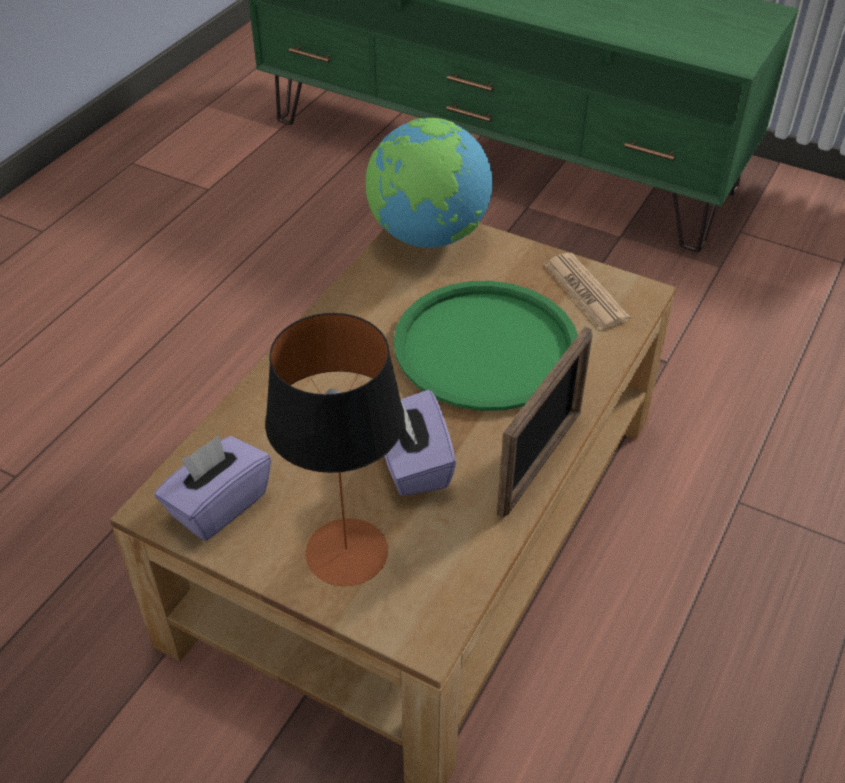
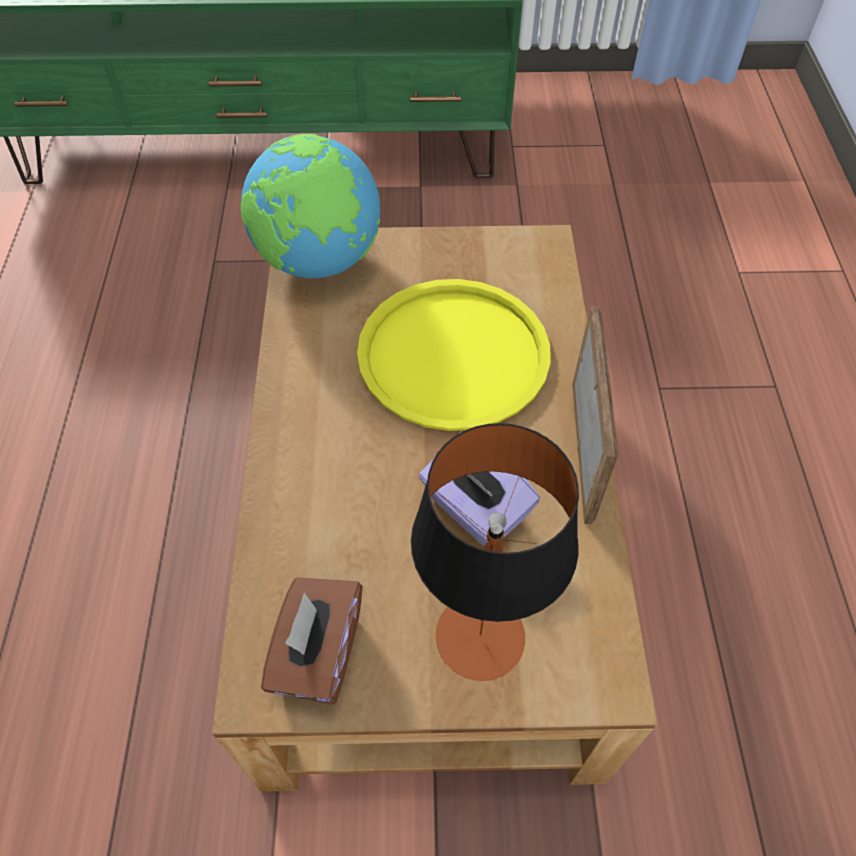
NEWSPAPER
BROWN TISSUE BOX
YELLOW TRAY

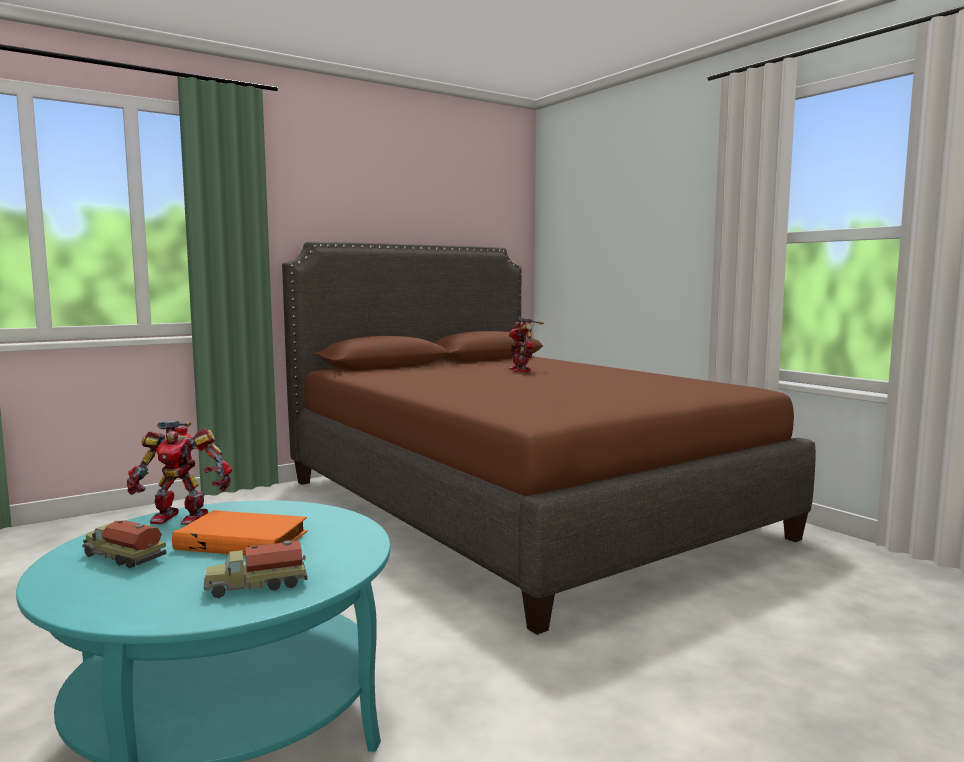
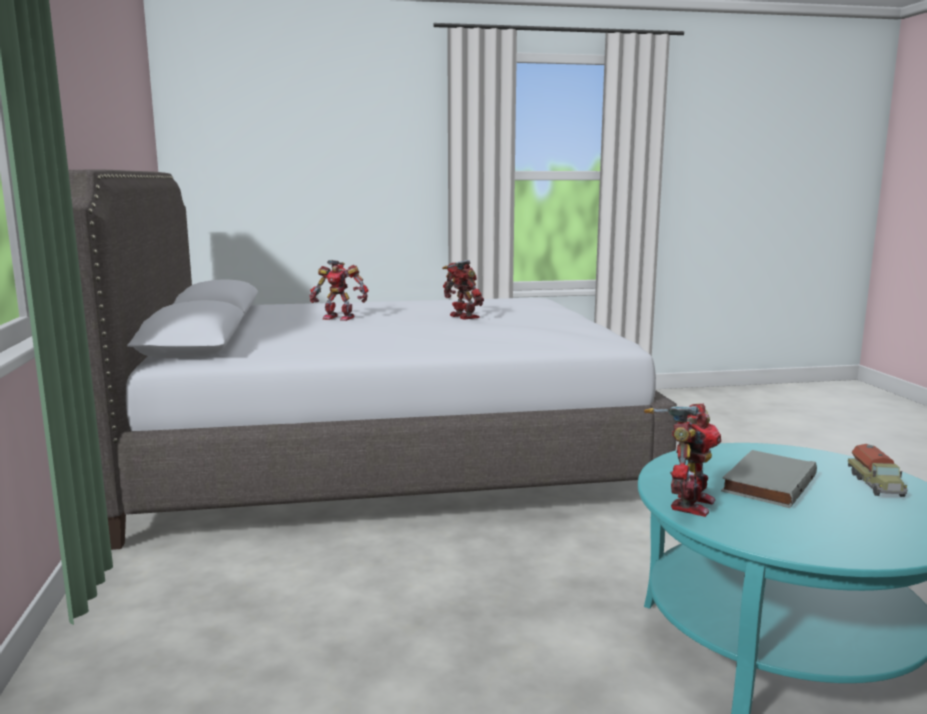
TOY TRUCK (no. 1 from left in the first image)
TOY ROBOT (no. 2 from left)
GREY BOOK
GREY BED

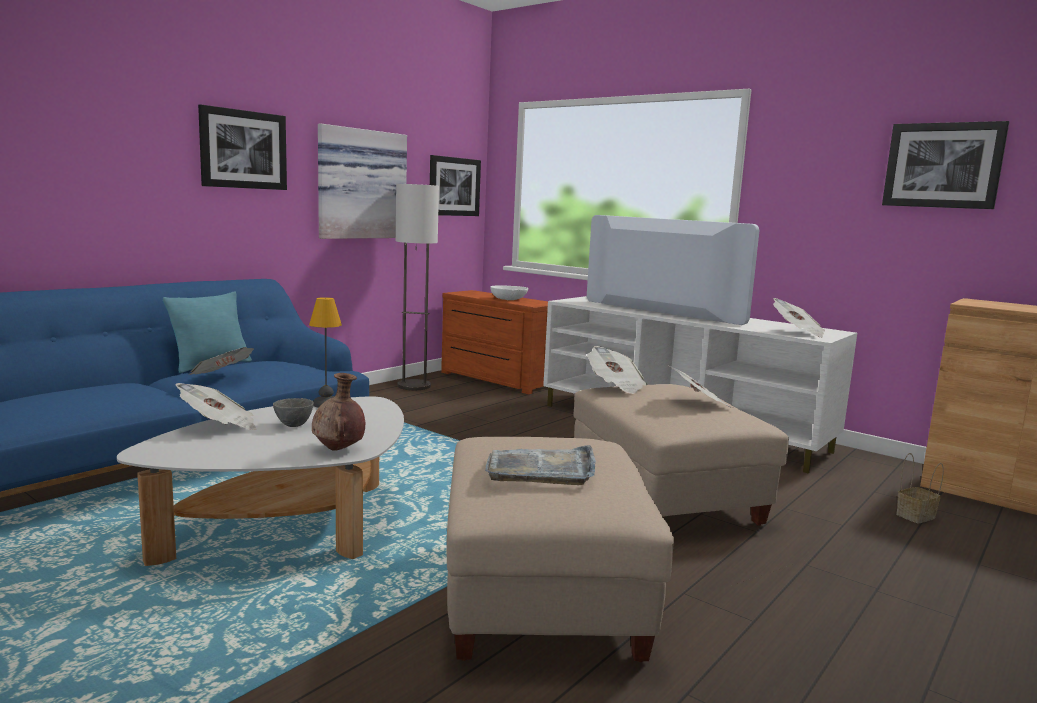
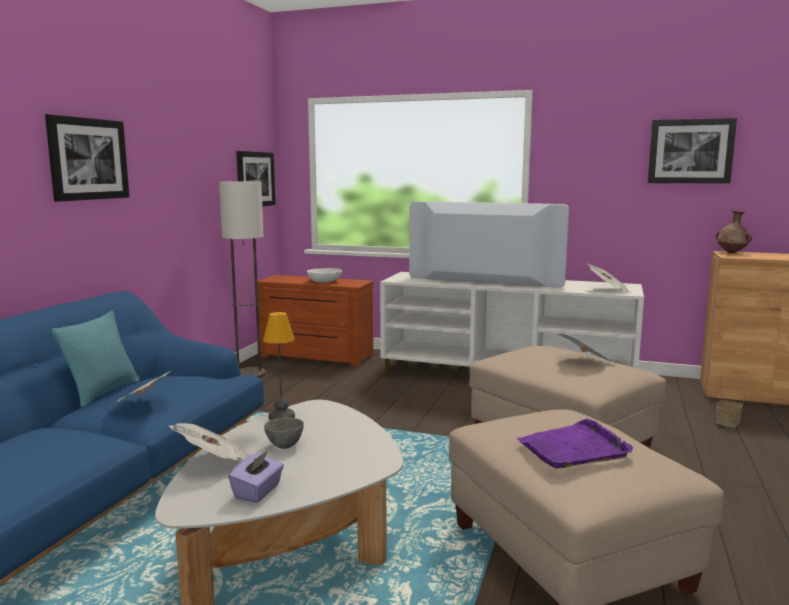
PICTURE (no. 2 from left in the first image)
NEWSPAPER (no. 3 from left in the first image)
PURPLE TISSUE BOX
BROWN VASE
PURPLE TRAY

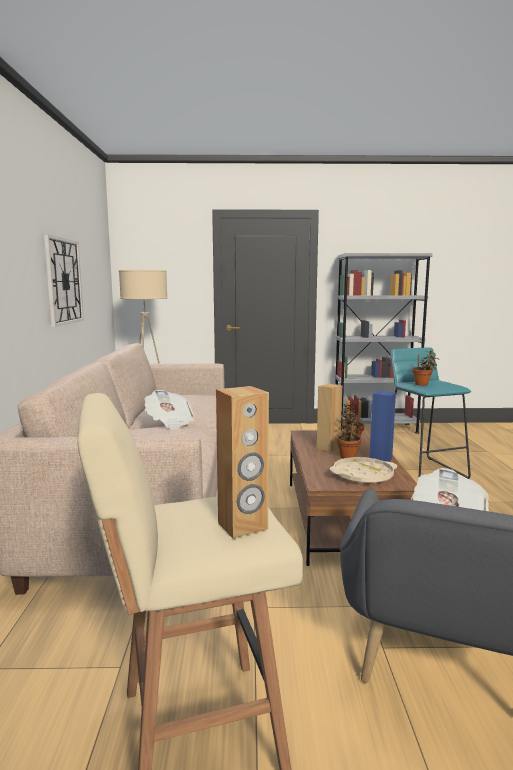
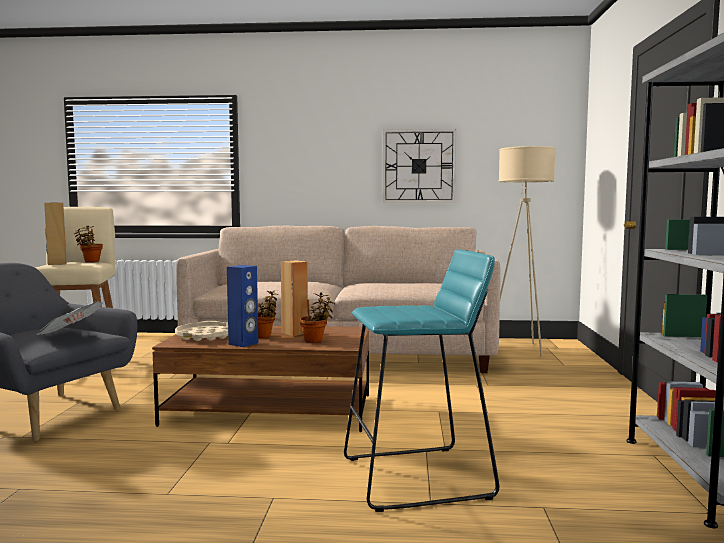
NEWSPAPER (no. 1 from left in the first image)
POTTED PLANT (no. 1 from left)

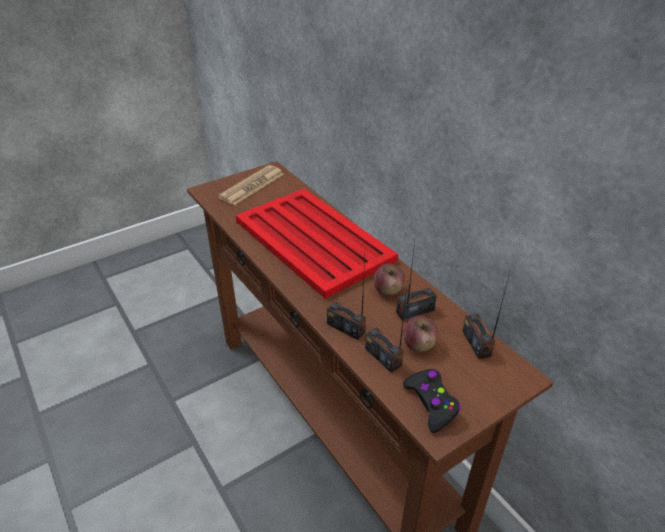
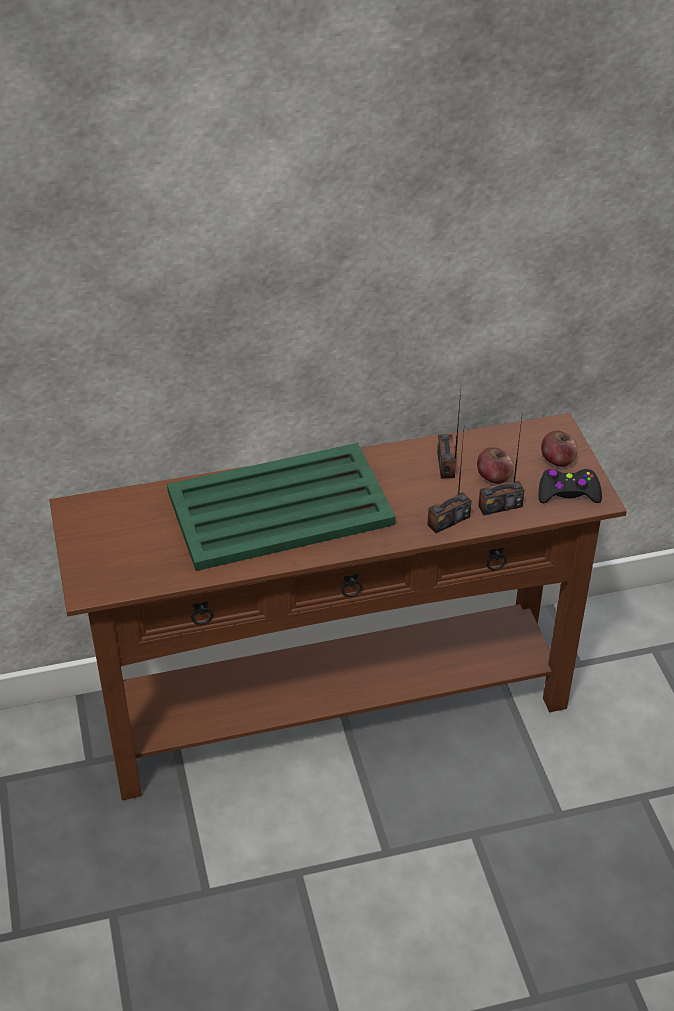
NEWSPAPER
RADIO (no. 4 from left in the first image)
APPLE (no. 2 from left)
GREEN TRAY

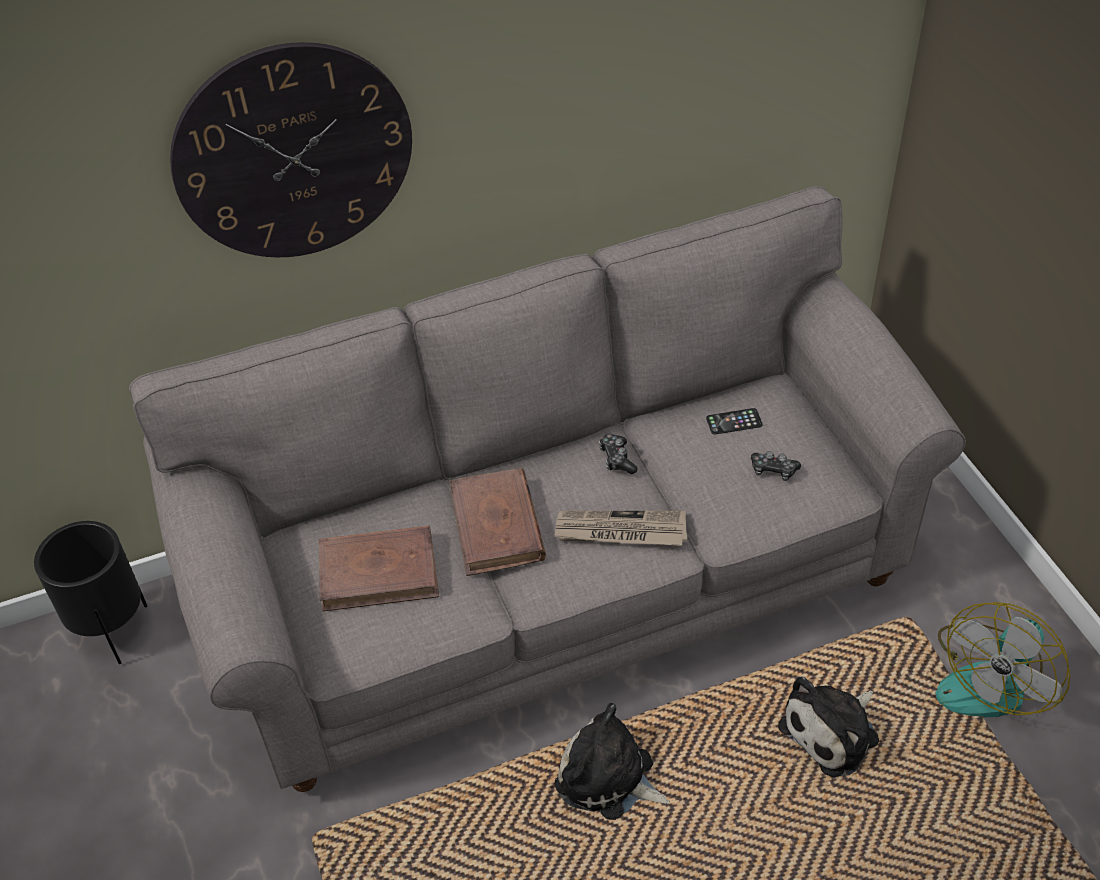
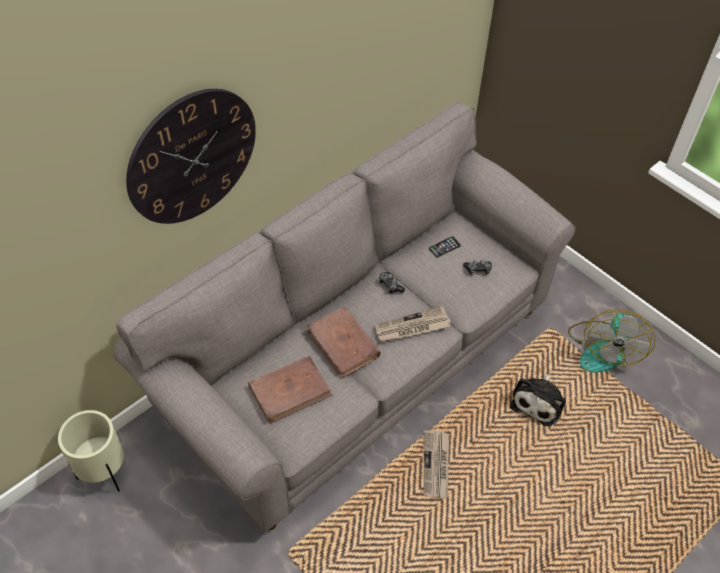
NEWSPAPER (no. 2 from left)
BEIGE PLANTER

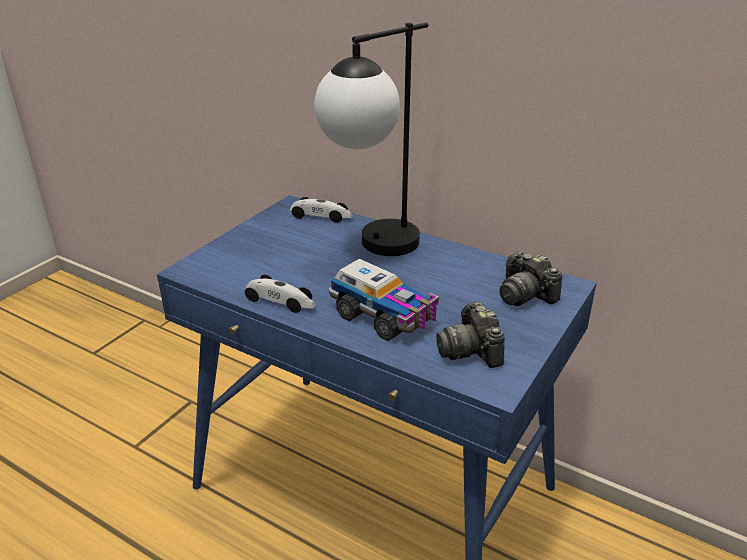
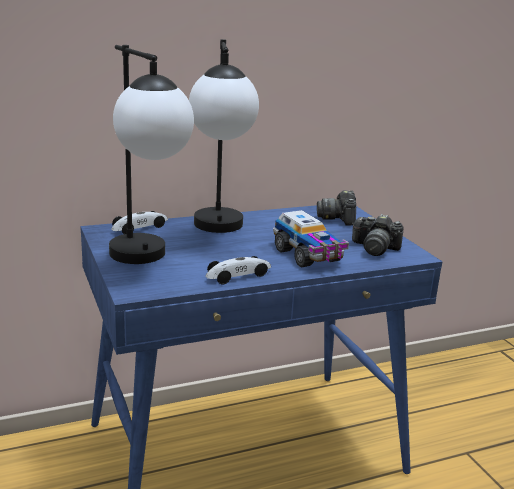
TABLE LAMP (no. 1 from left)
TOY TRUCK
PHOTO CAMERA (no. 1 from left)

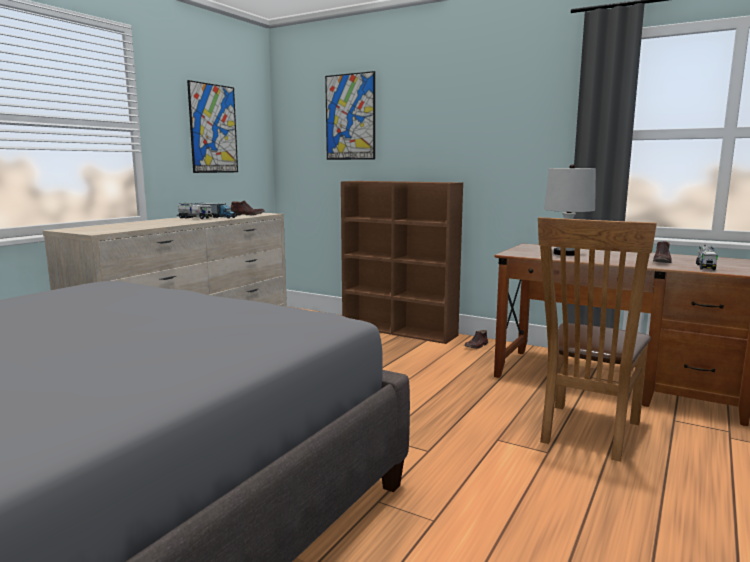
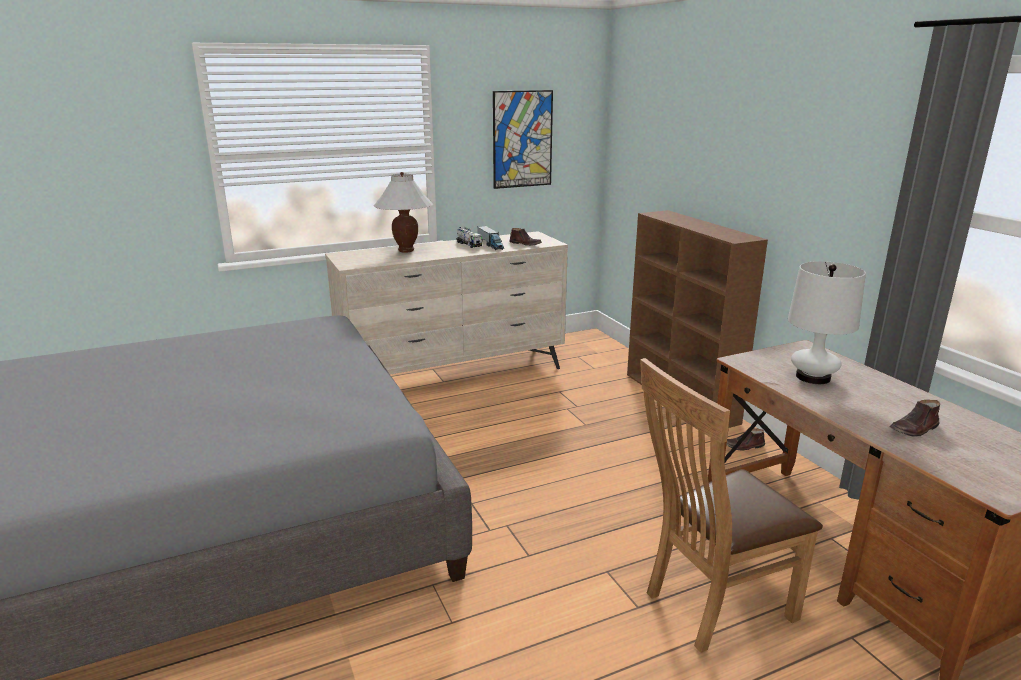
PICTURE (no. 2 from left in the first image)
TOY TRUCK (no. 3 from left in the first image)
WHITE TABLE LAMP (no. 1 from left)

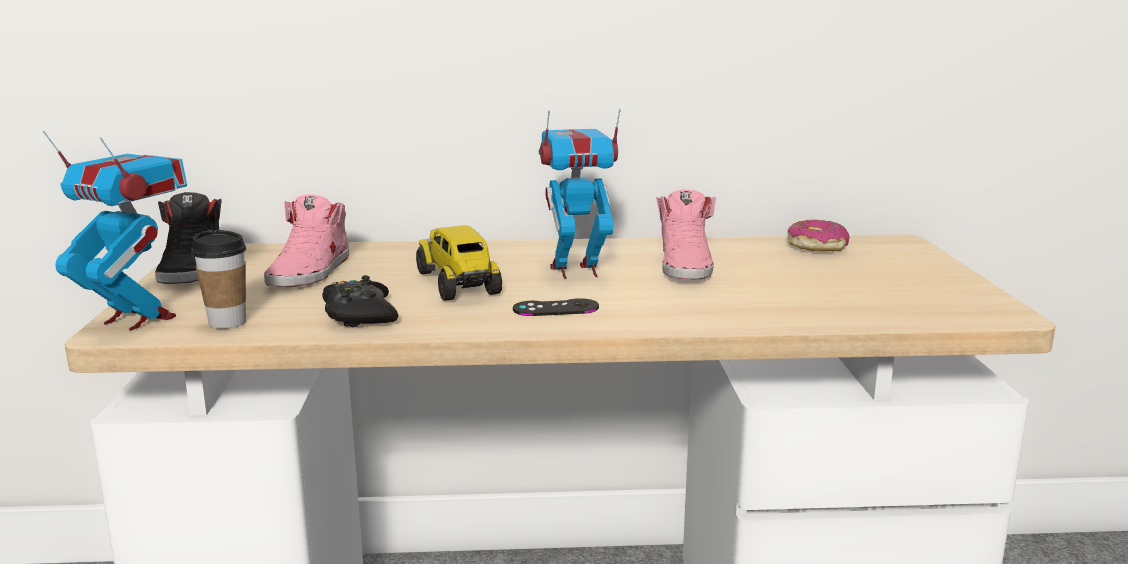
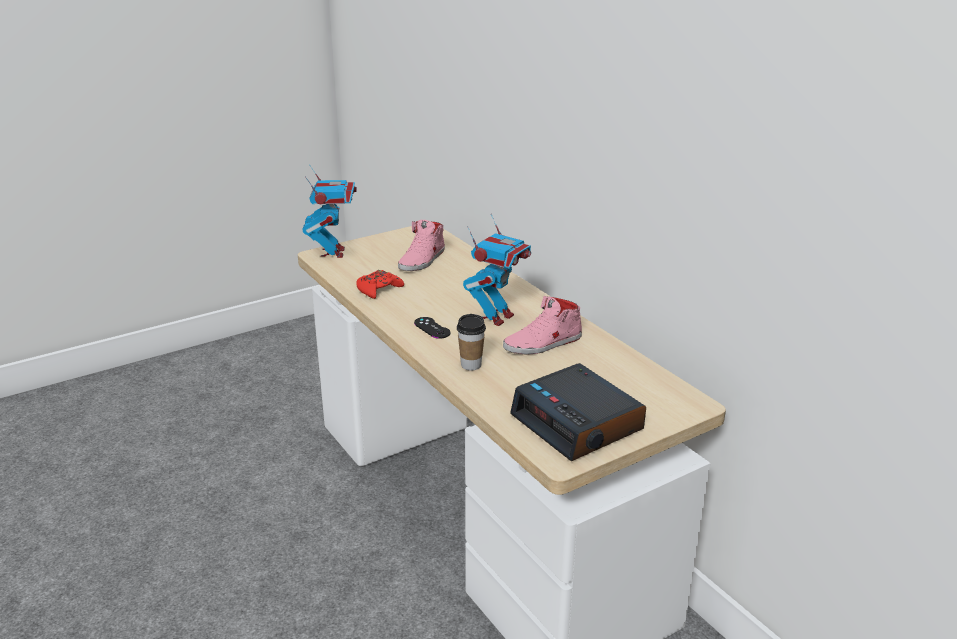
BLACK SHOE
TOY TRUCK
DONUT
ALARM CLOCK
CUP
RED GAME CONTROLLER
PINK SHOE (no. 1 from left)
TOY ROBOT (no. 2 from left)

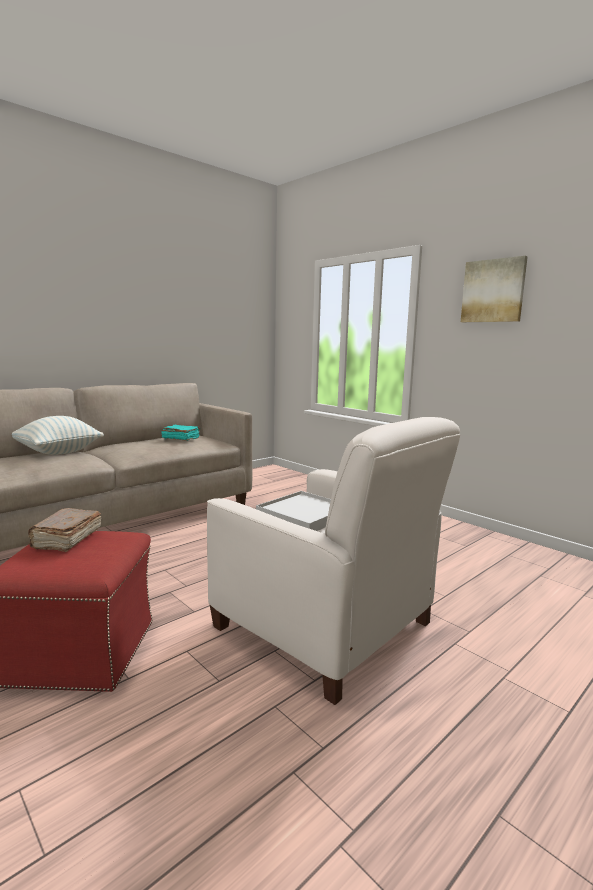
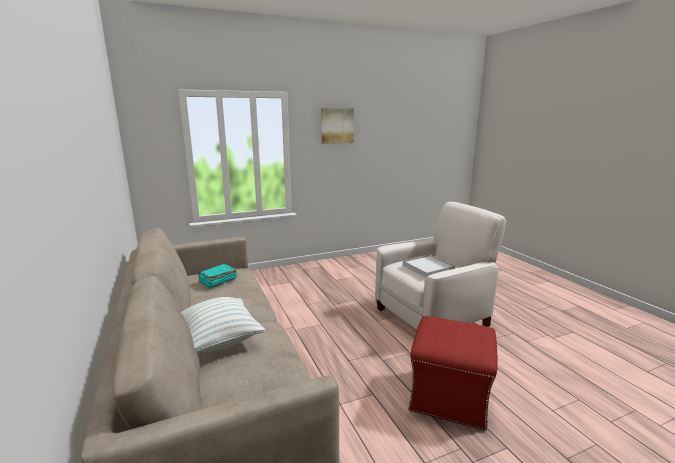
BROWN BOOK

